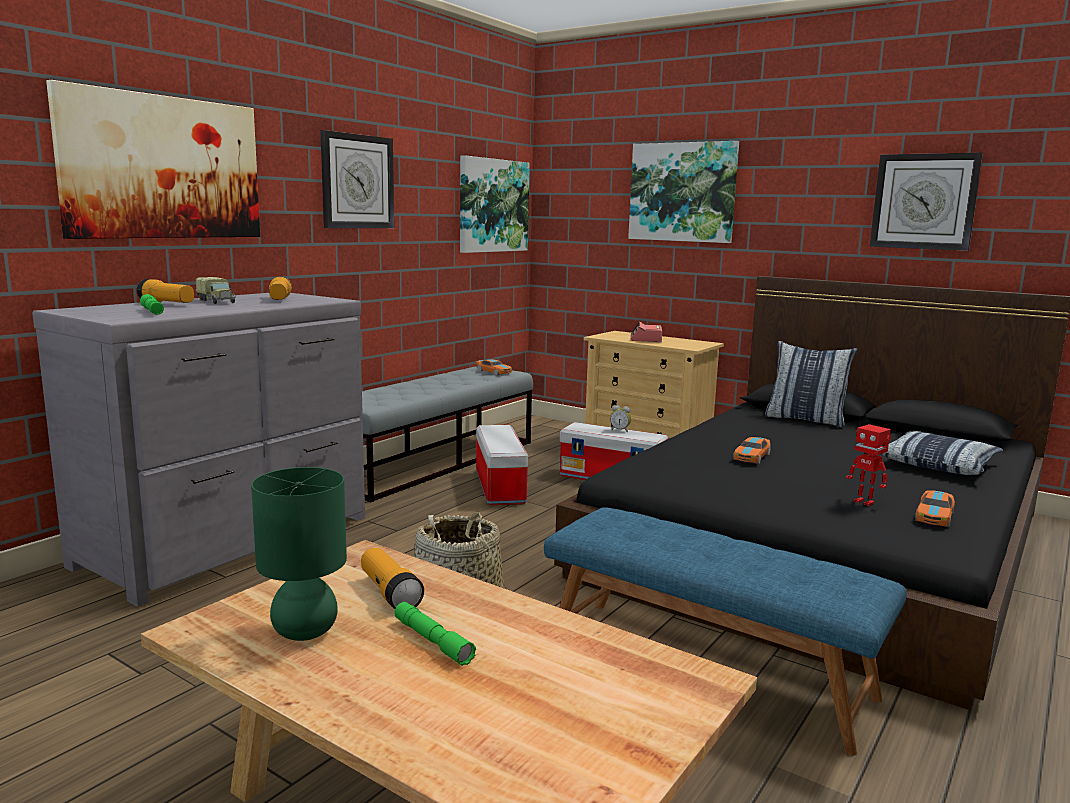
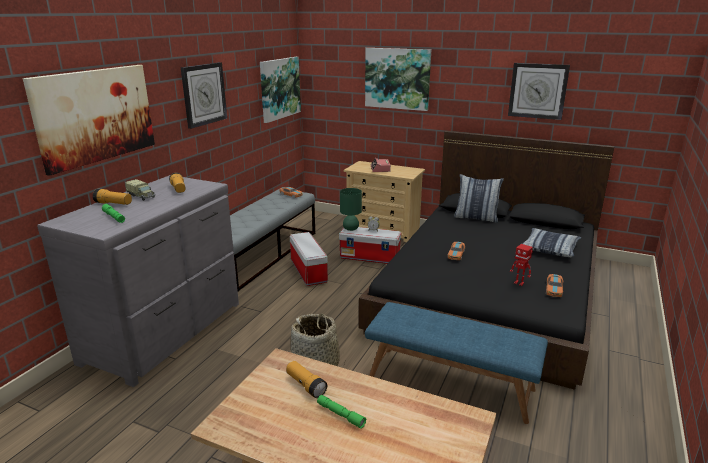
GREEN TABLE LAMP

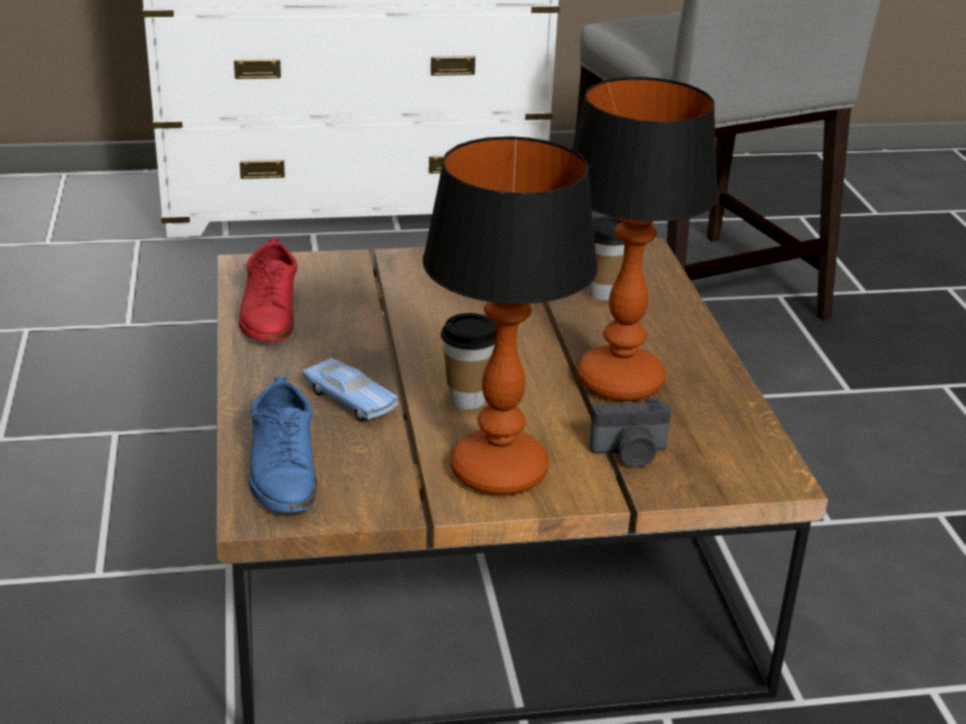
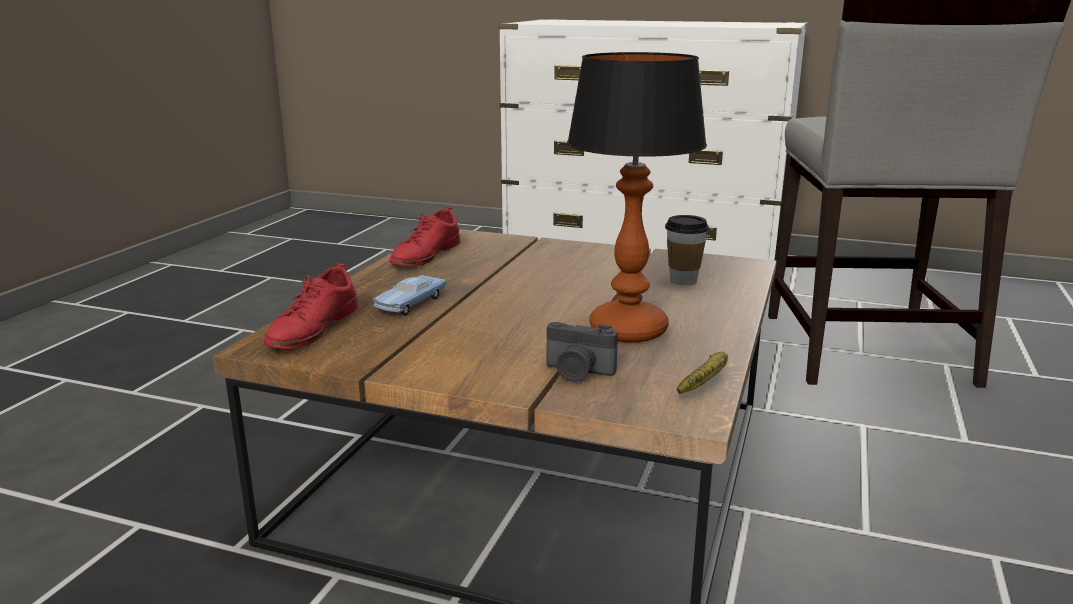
TABLE LAMP (no. 1 from left in the first image)
CUP (no. 1 from left in the first image)
BANANA
RED SHOE (no. 1 from left)
BLUE TOY CAR

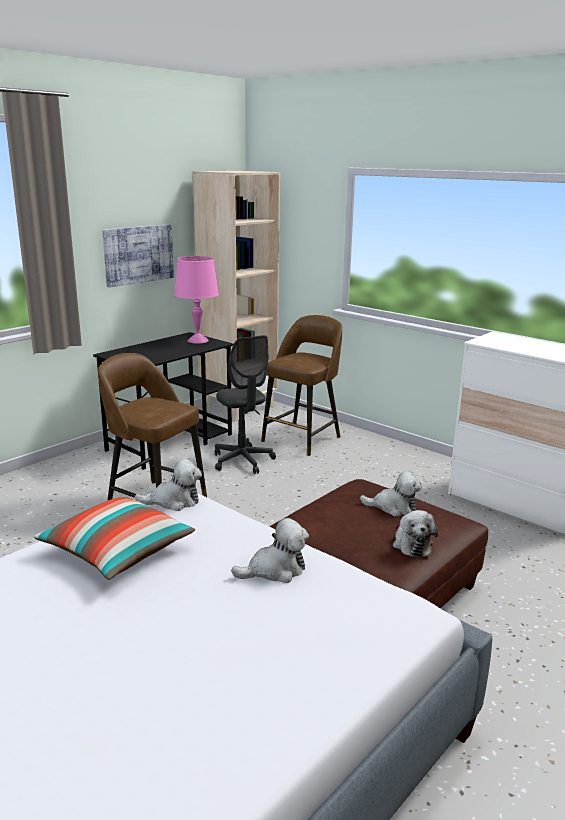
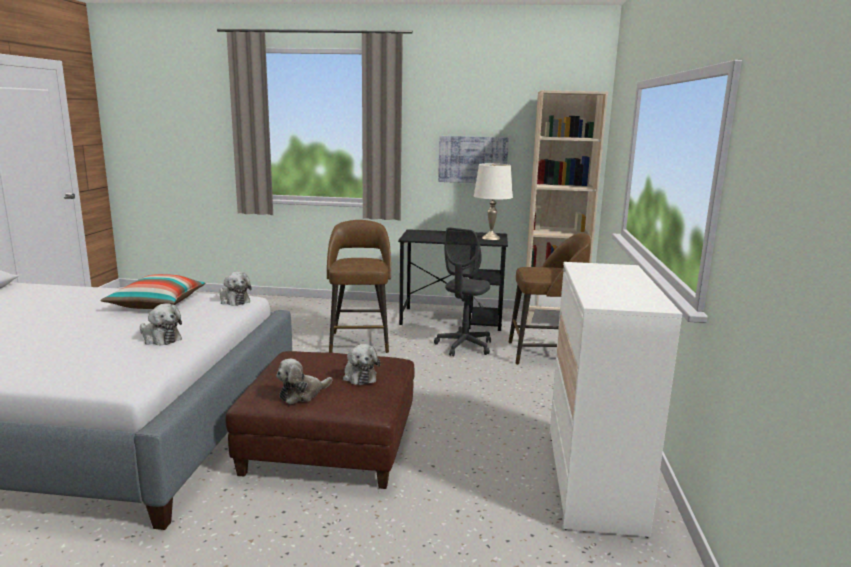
WHITE TABLE LAMP

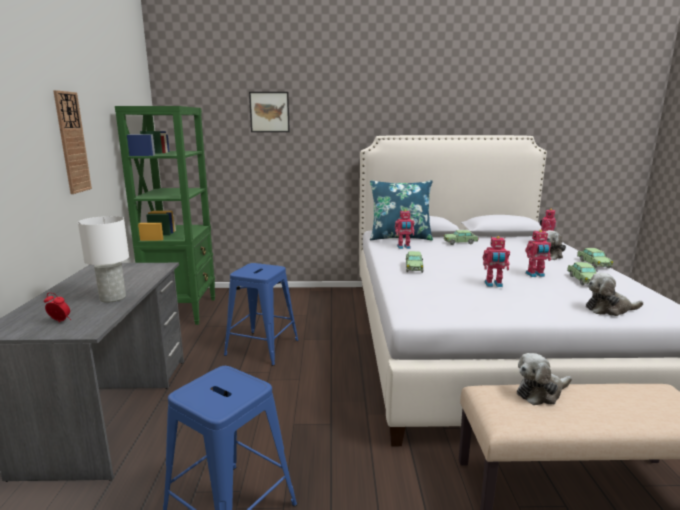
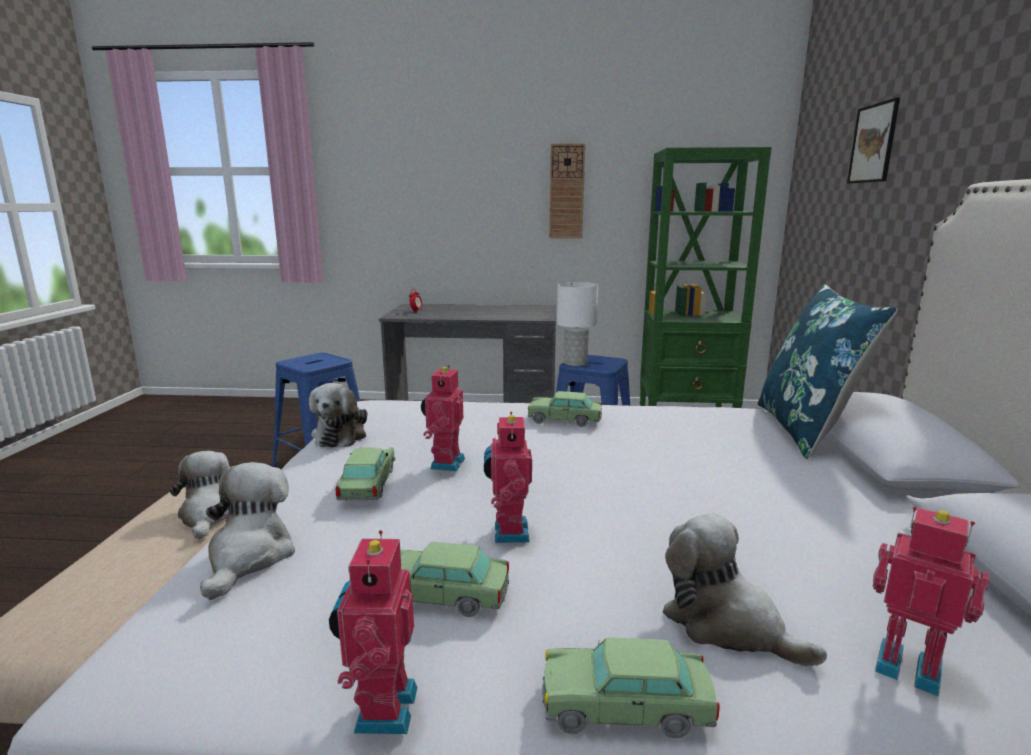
PLUSH TOY (no. 3 from left)
WHITE TABLE LAMP
TOY ROBOT (no. 1 from left)
TOY CAR (no. 1 from left)

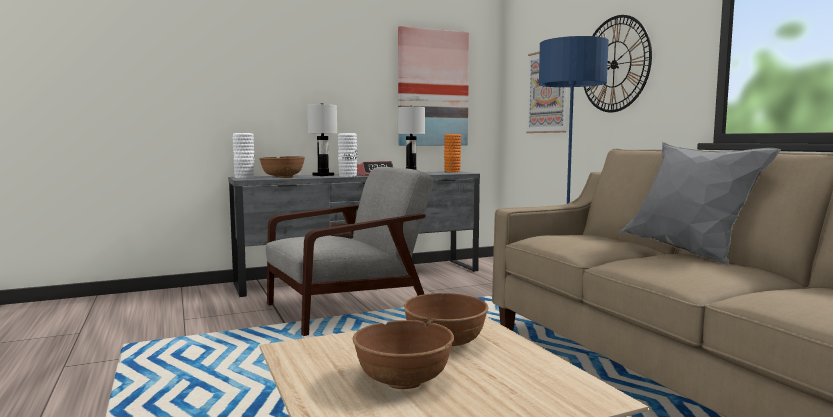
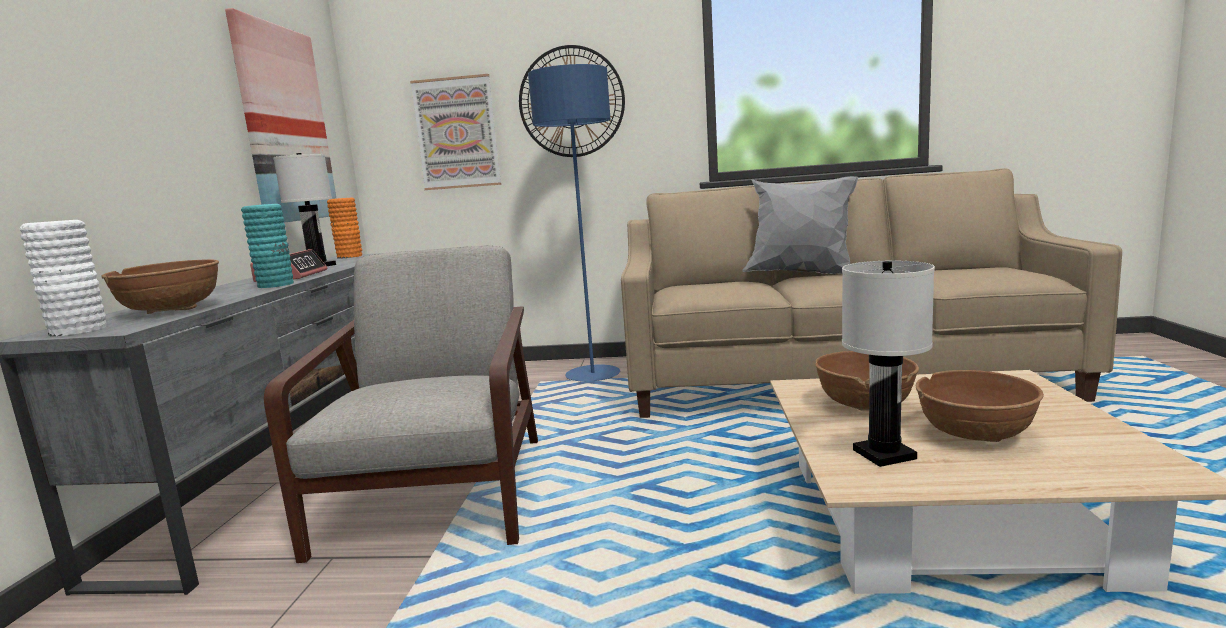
WHITE TABLE LAMP (no. 2 from left)
TURQUOISE VASE

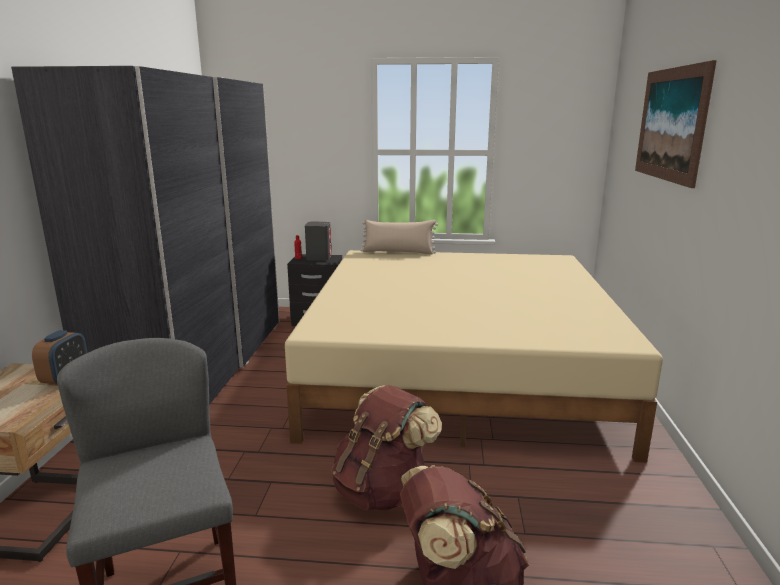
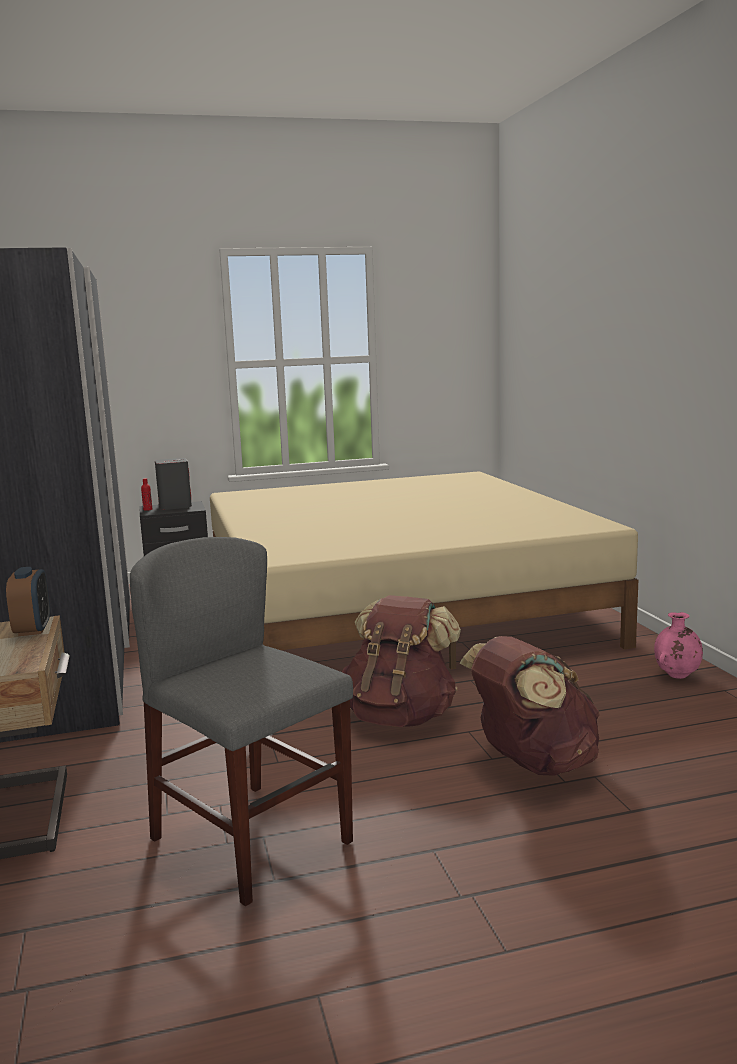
BEIGE PILLOW
PICTURE
PINK VASE

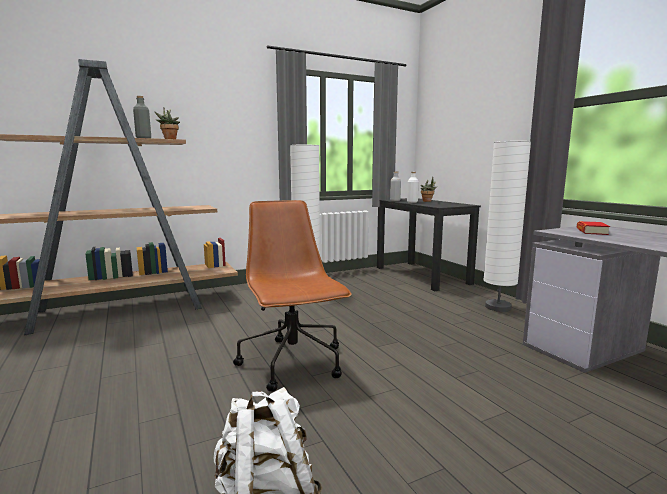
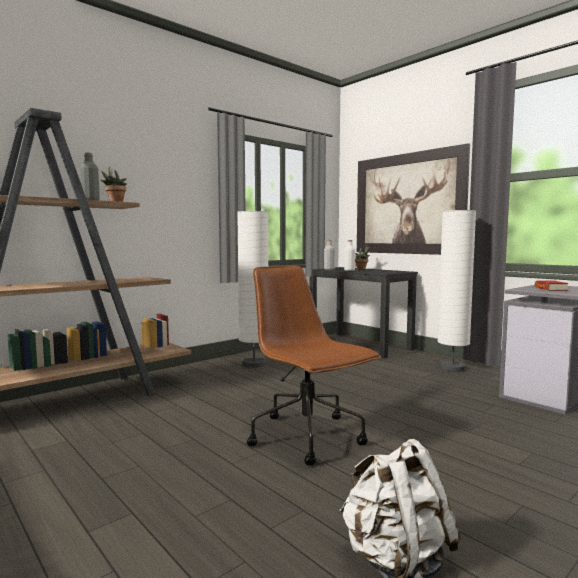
PICTURE

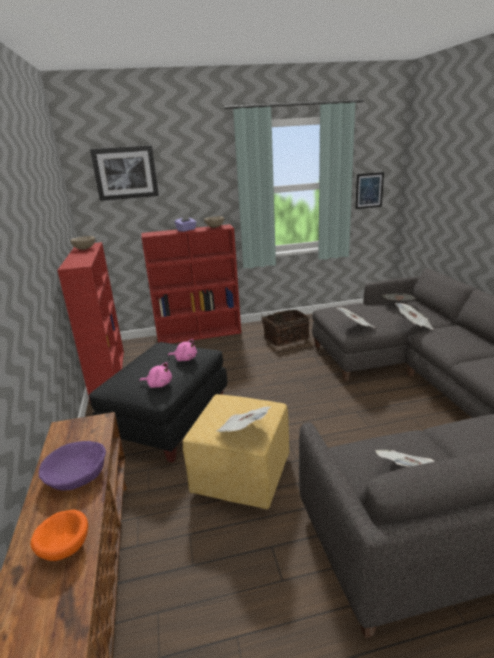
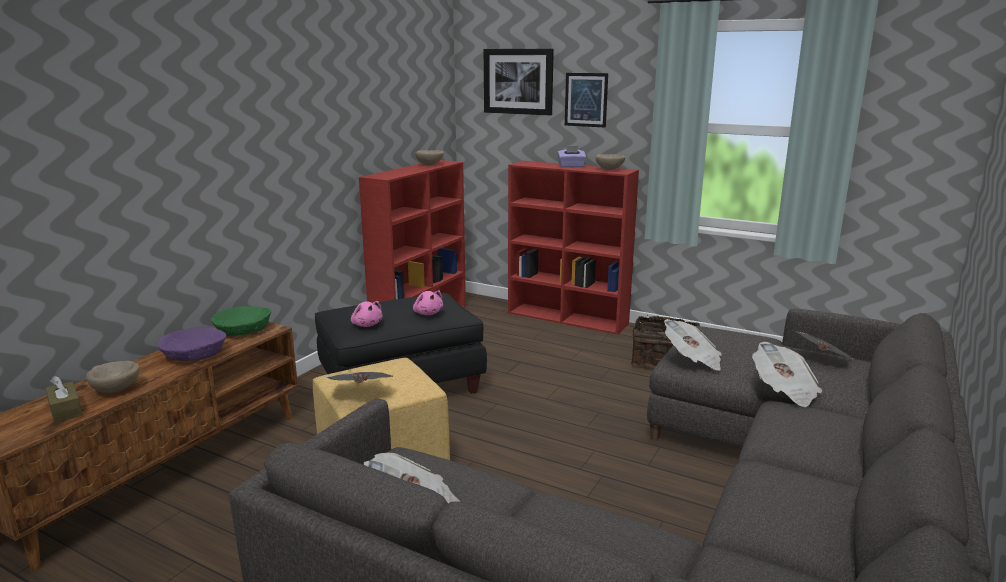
BROWN TISSUE BOX
GREEN BOWL
PICTURE (no. 2 from left)
BEIGE BOWL (no. 1 from left)

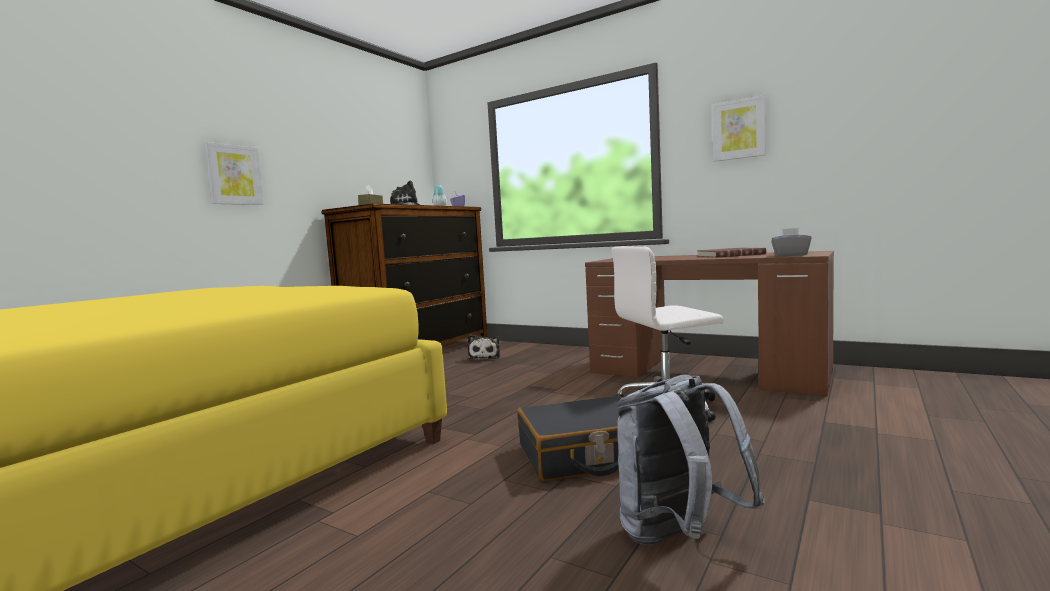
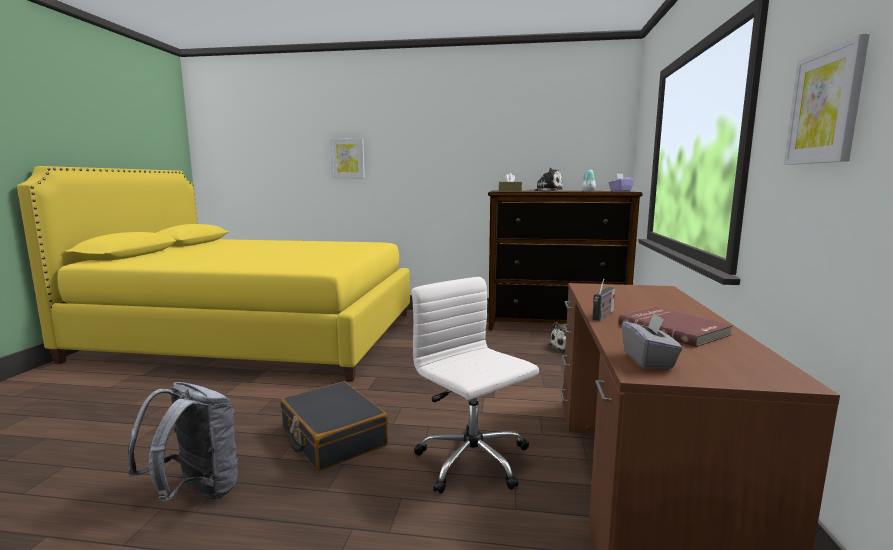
RADIO
PICTURE (no. 1 from left)

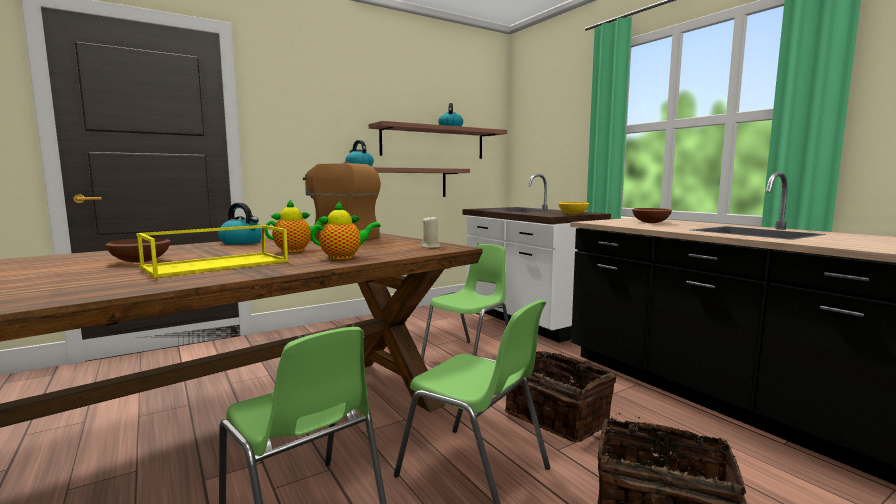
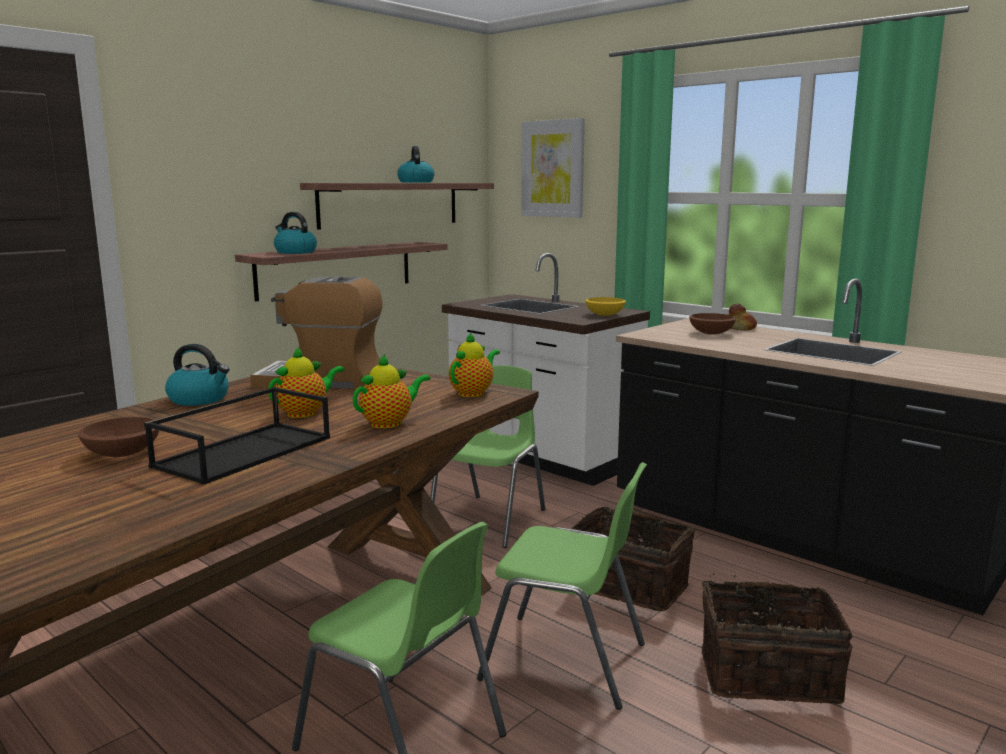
PICTURE
BREAD
TEAPOT (no. 3 from left)
BLACK TRAY

